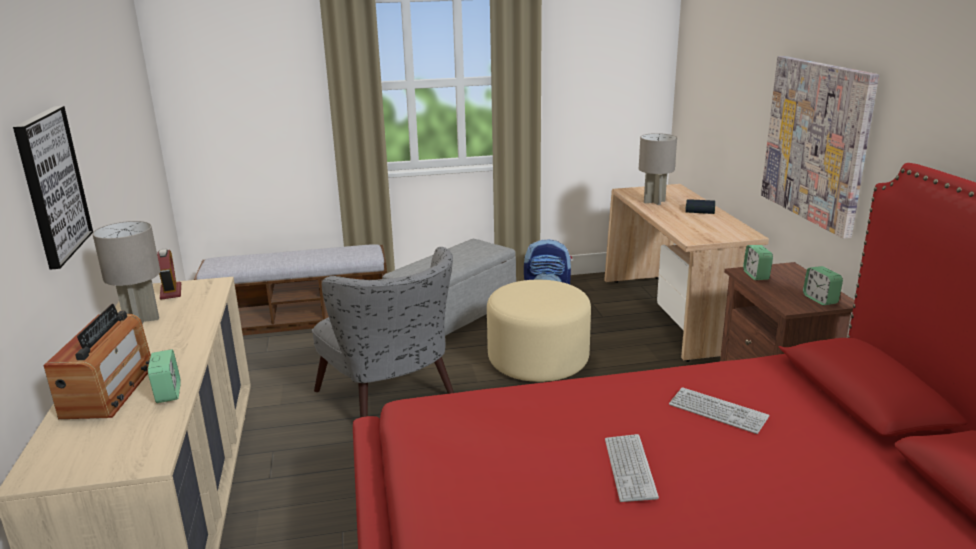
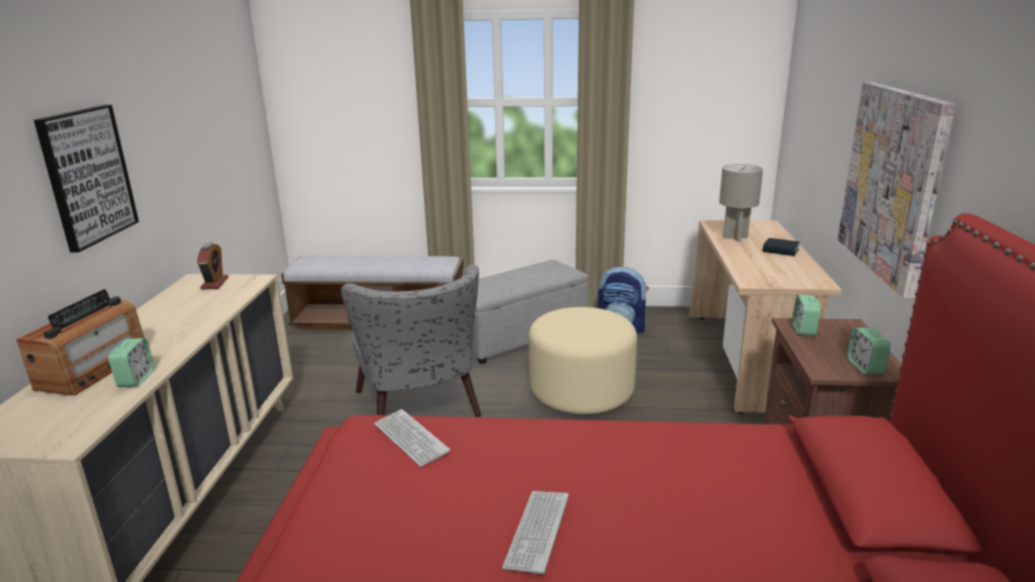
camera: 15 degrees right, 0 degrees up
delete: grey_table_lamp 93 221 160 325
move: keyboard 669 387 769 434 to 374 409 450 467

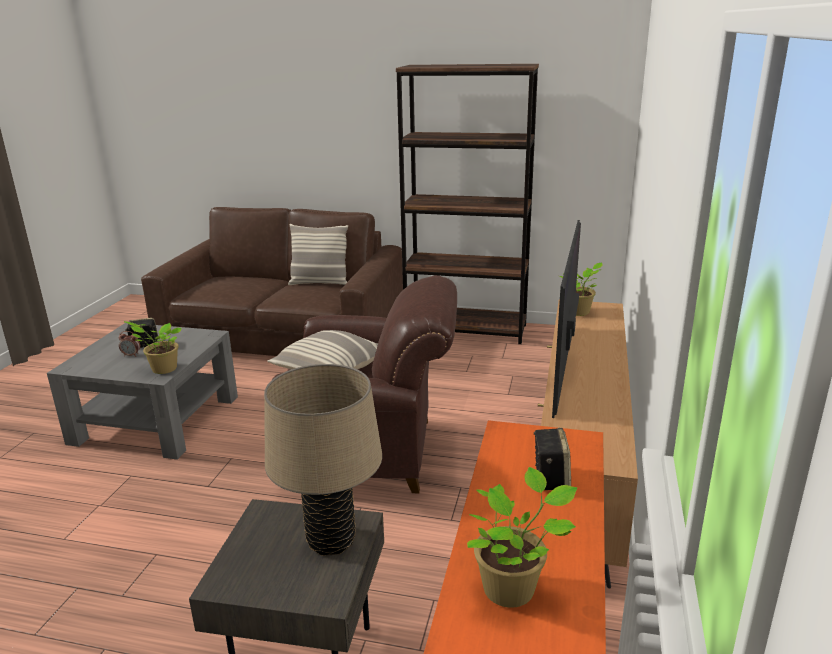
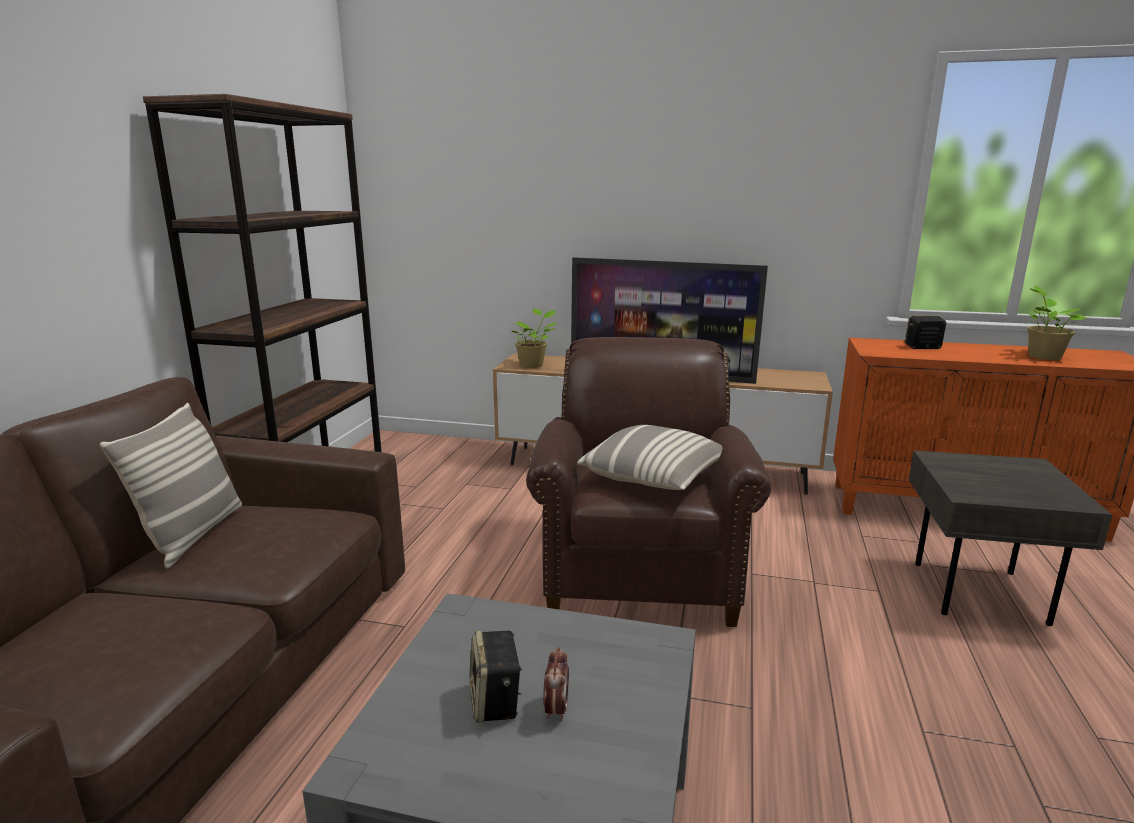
camera: 90 degrees left, 5 degrees down
delete: potted_plant 124 321 181 374; beige_table_lamp 264 364 382 556

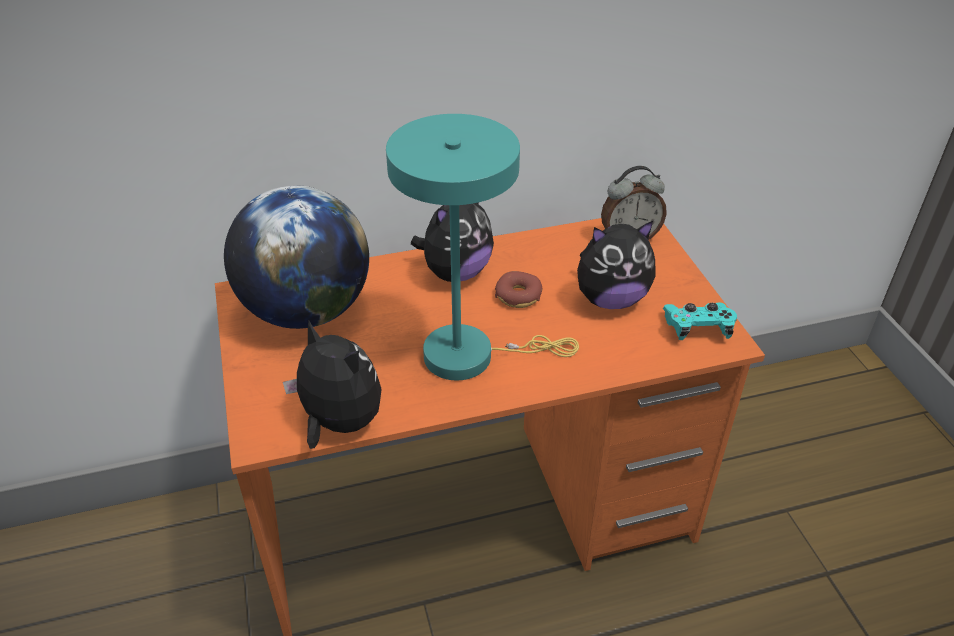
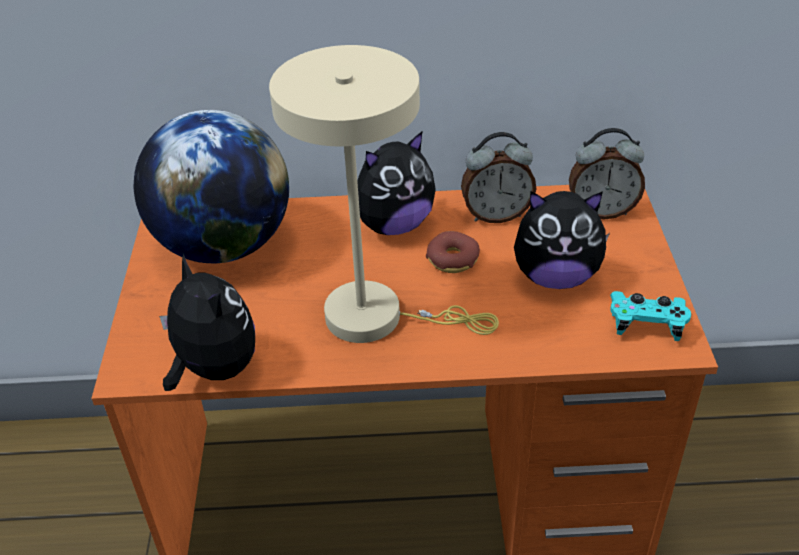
camera: 15 degrees right, 0 degrees up
insert: alarm_clock 461 132 536 223
recolor: turquoise_table_lamp 386 114 579 380 to beige_table_lamp 269 45 499 343

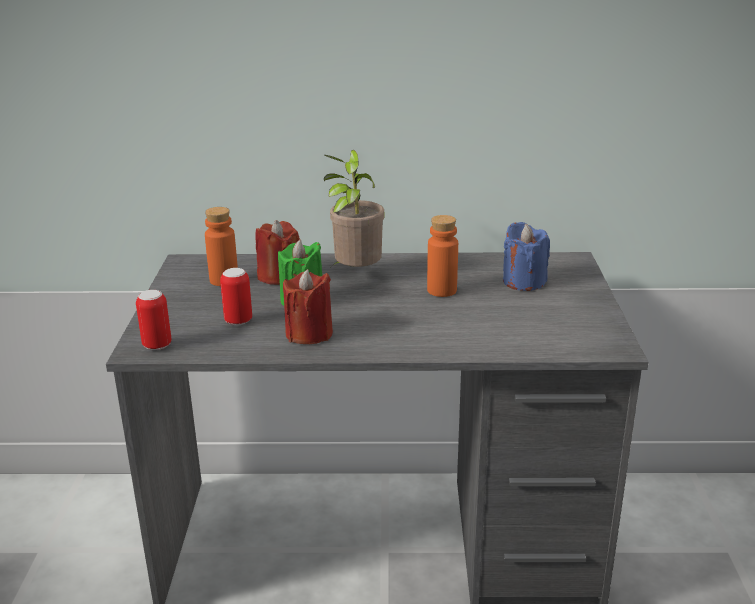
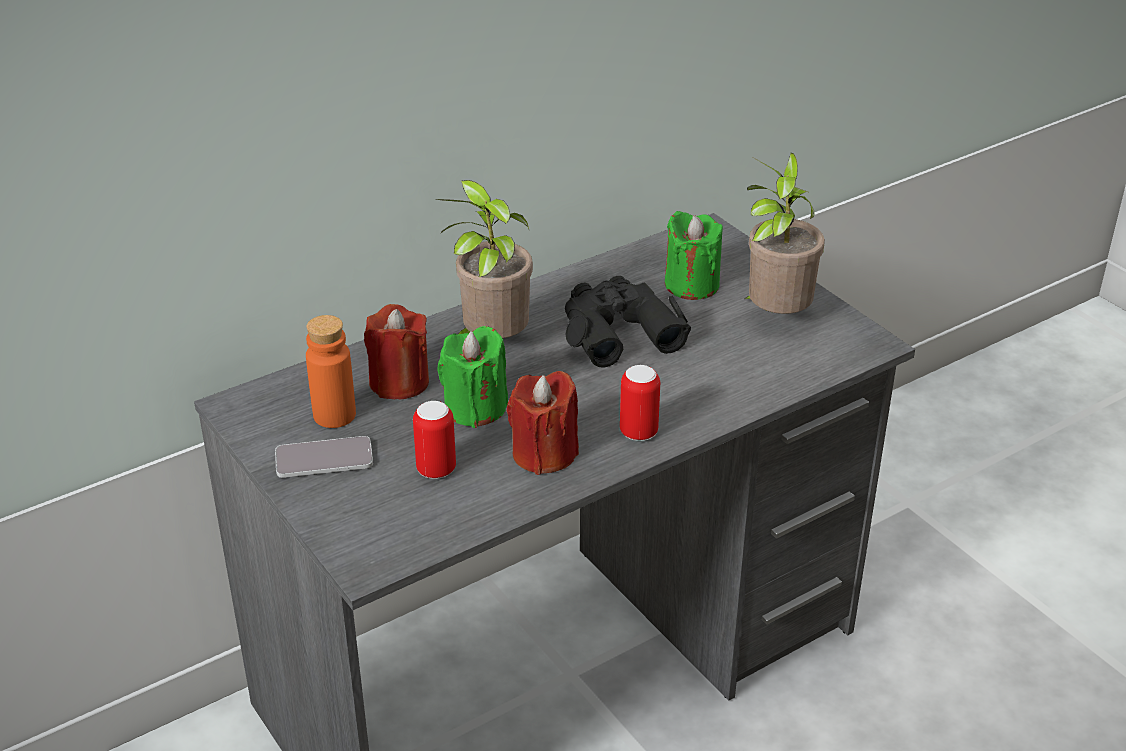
camera: 35 degrees left, 10 degrees up
insert: phone 275 436 373 478; potted_plant 743 153 825 314
move: can 136 290 172 350 to 620 365 660 441
replace: orange_bottle 427 215 458 297 to black_binoculars 565 276 691 367
recolor: blue_candle 503 222 550 291 to green_candle 665 211 723 300

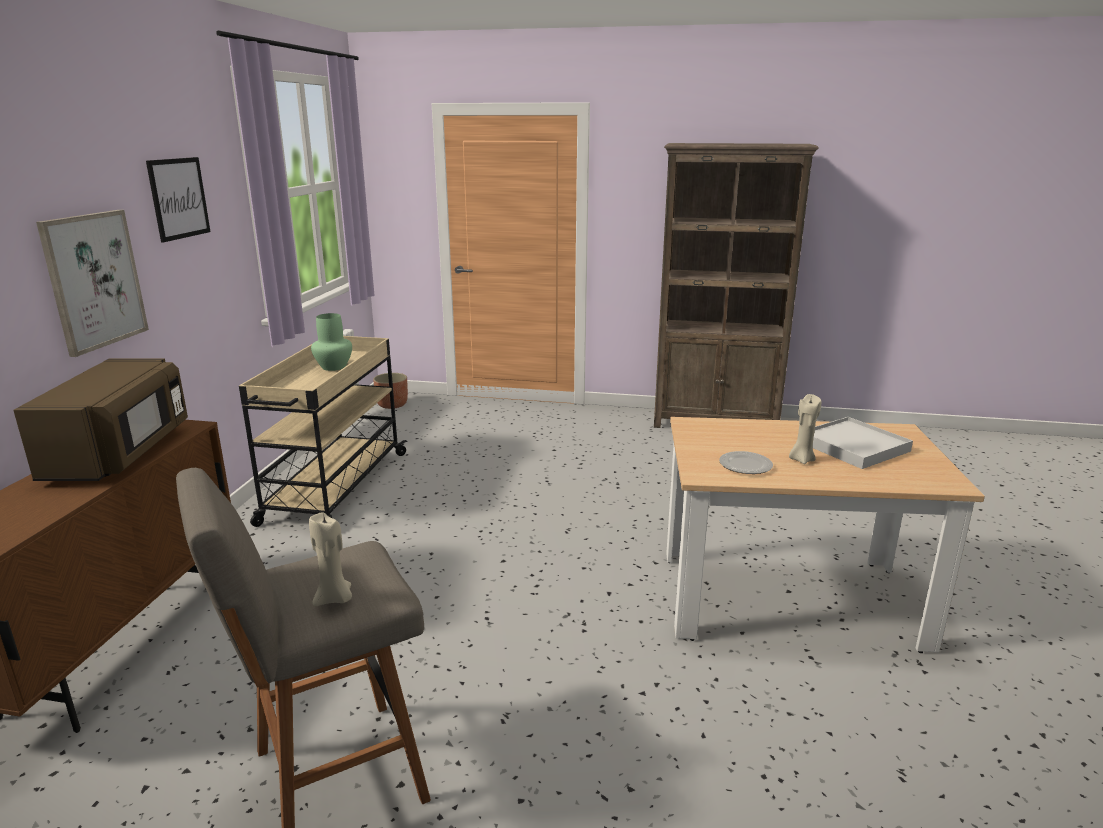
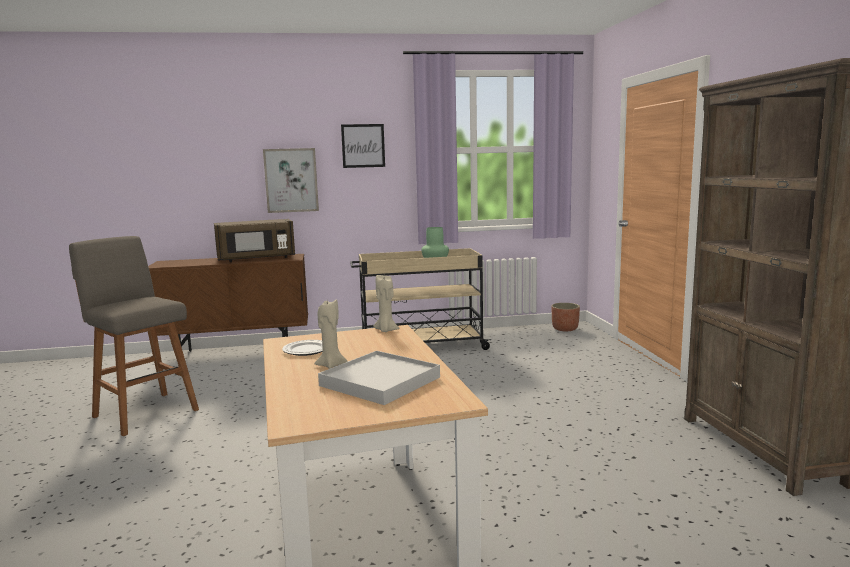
camera: 70 degrees right, 10 degrees down
move: beige_candle 309 512 352 606 to 373 275 399 332

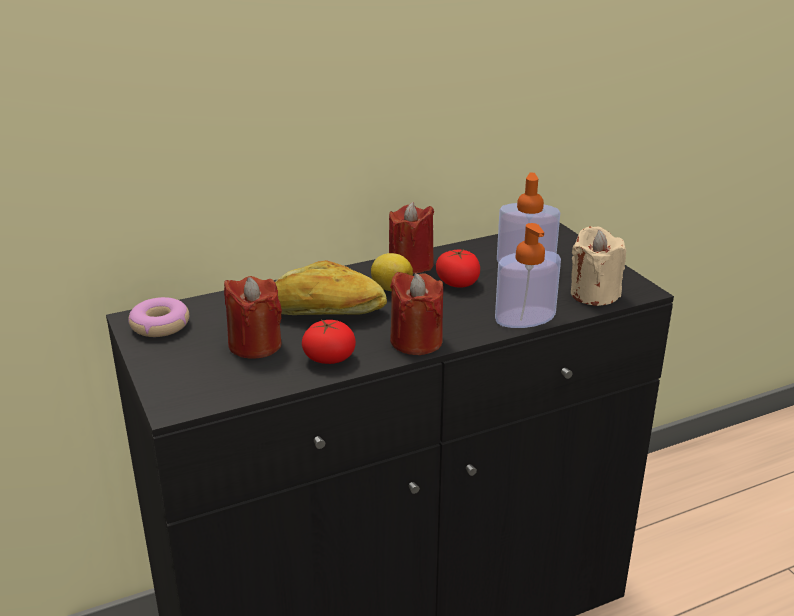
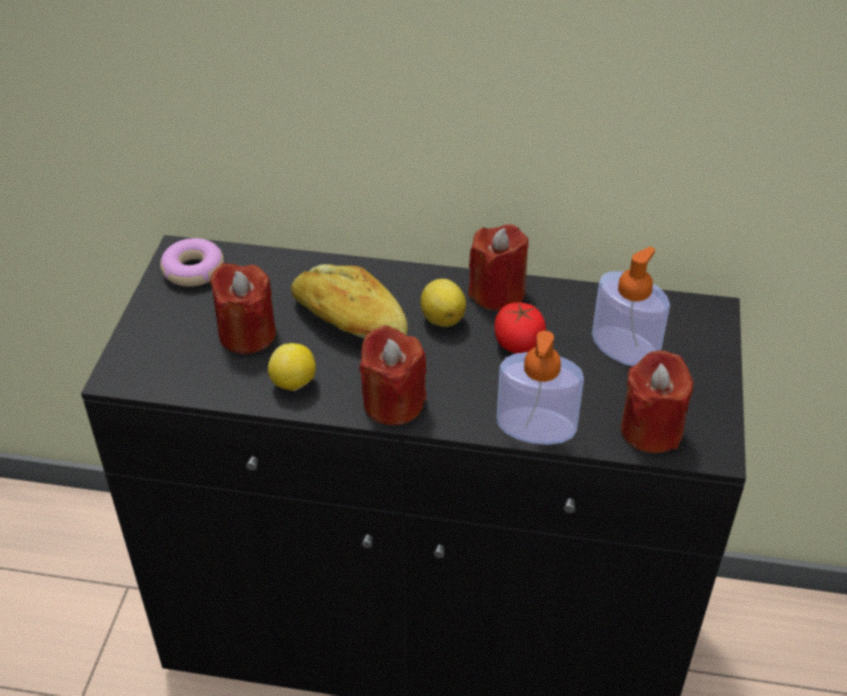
camera: 35 degrees right, 15 degrees up
replace: tomato 302 319 356 364 to lemon 268 343 316 391
recolor: beige_candle 571 226 626 306 to red_candle 621 350 694 453

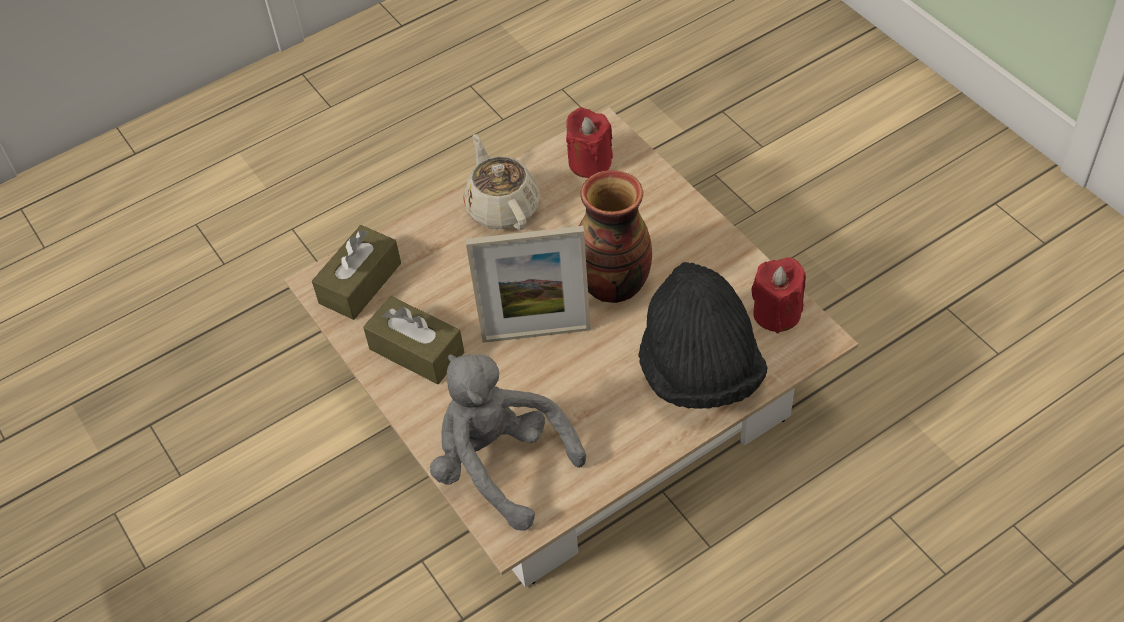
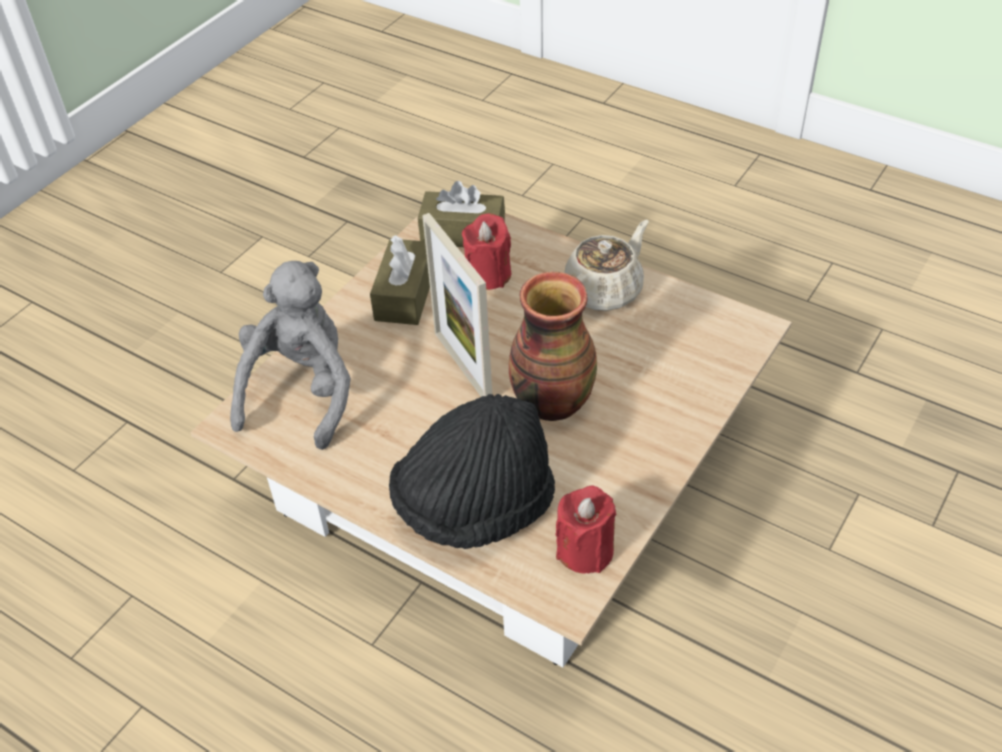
camera: 65 degrees right, 5 degrees down
move: red_candle 566 107 613 178 to 462 214 511 290

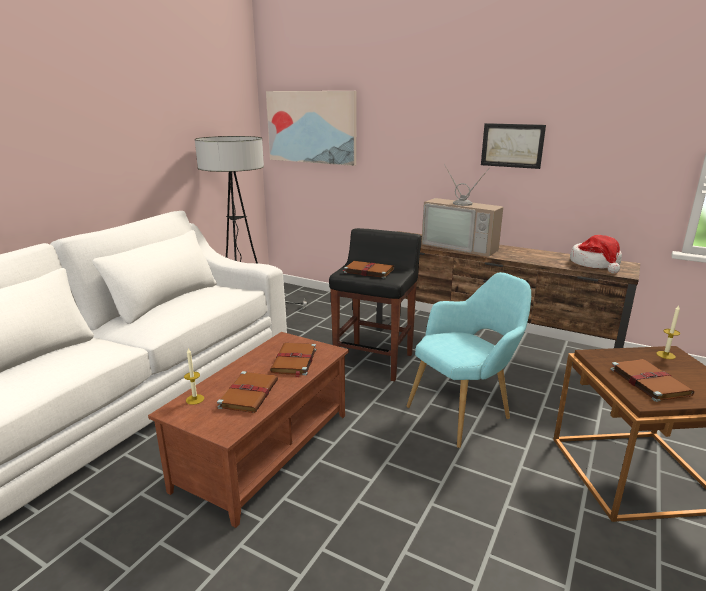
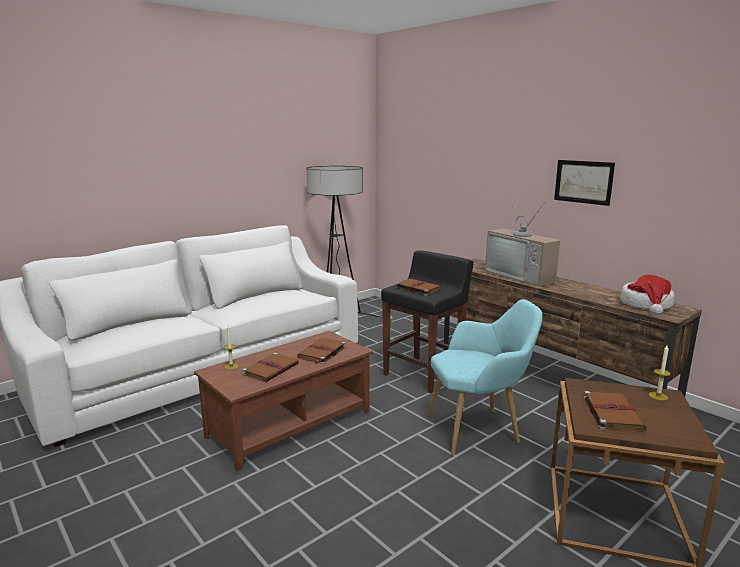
camera: 20 degrees right, 5 degrees down
delete: picture 266 91 356 166

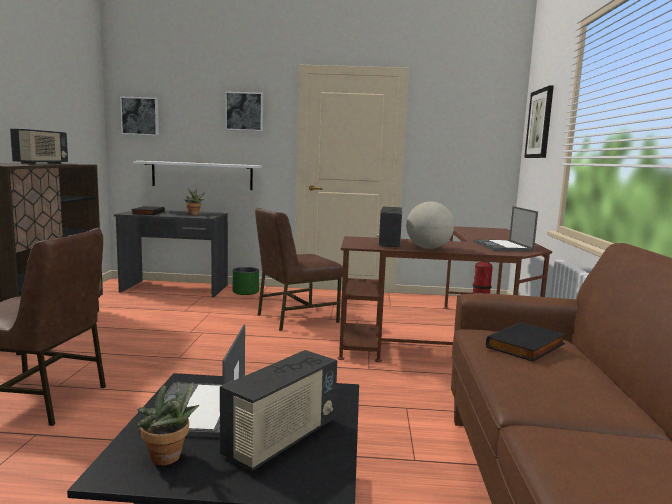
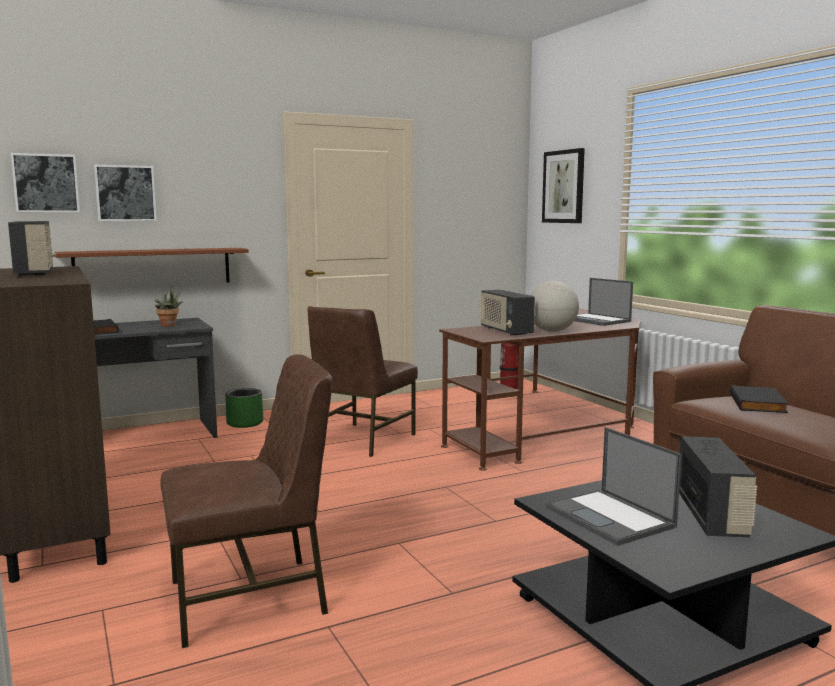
camera: 30 degrees left, 0 degrees up
delete: potted_plant 137 381 199 466
move: picture 225 91 263 131 to 94 165 157 221
recolor: white_shelf 133 161 262 190 to brown_shelf 55 248 249 283

